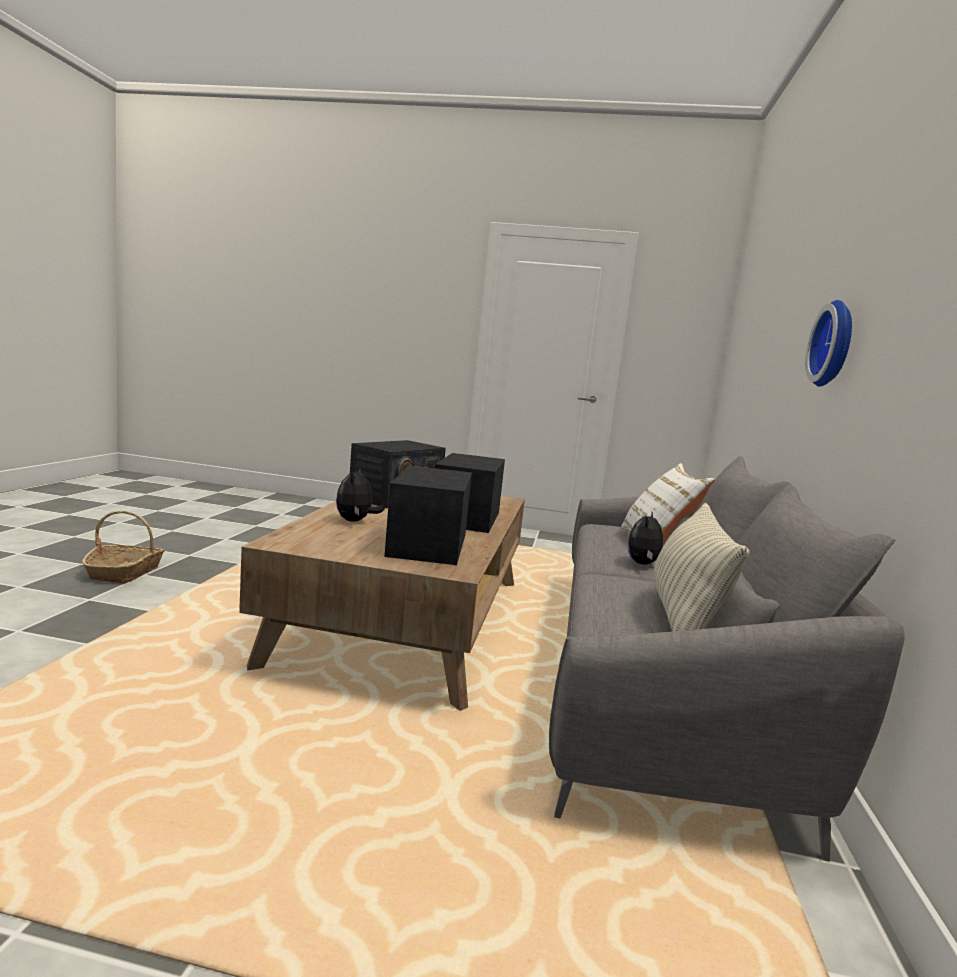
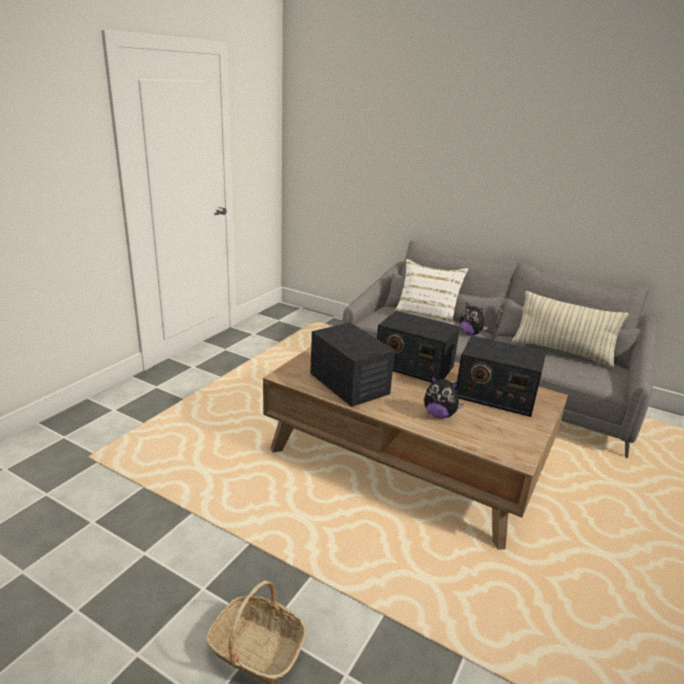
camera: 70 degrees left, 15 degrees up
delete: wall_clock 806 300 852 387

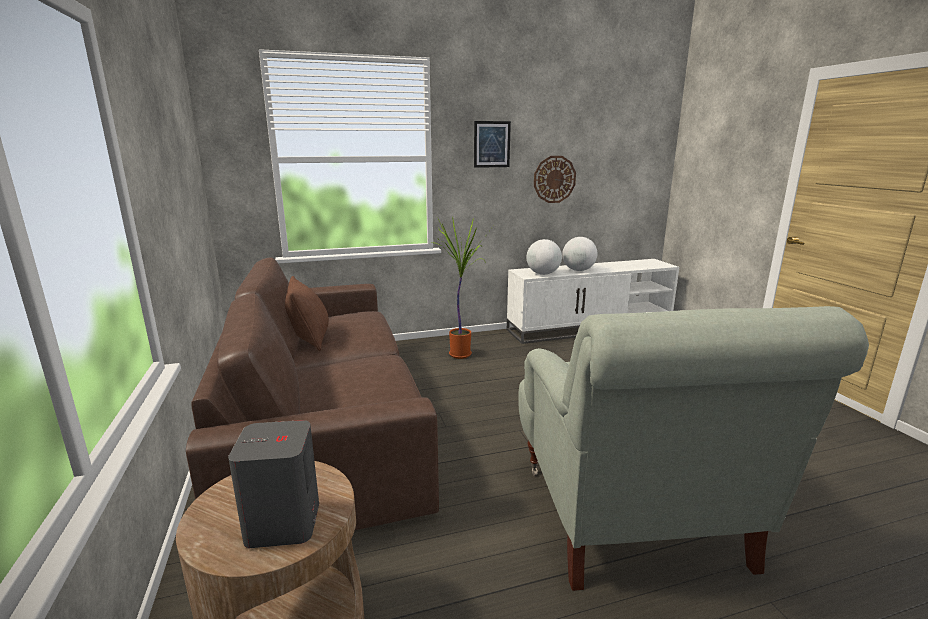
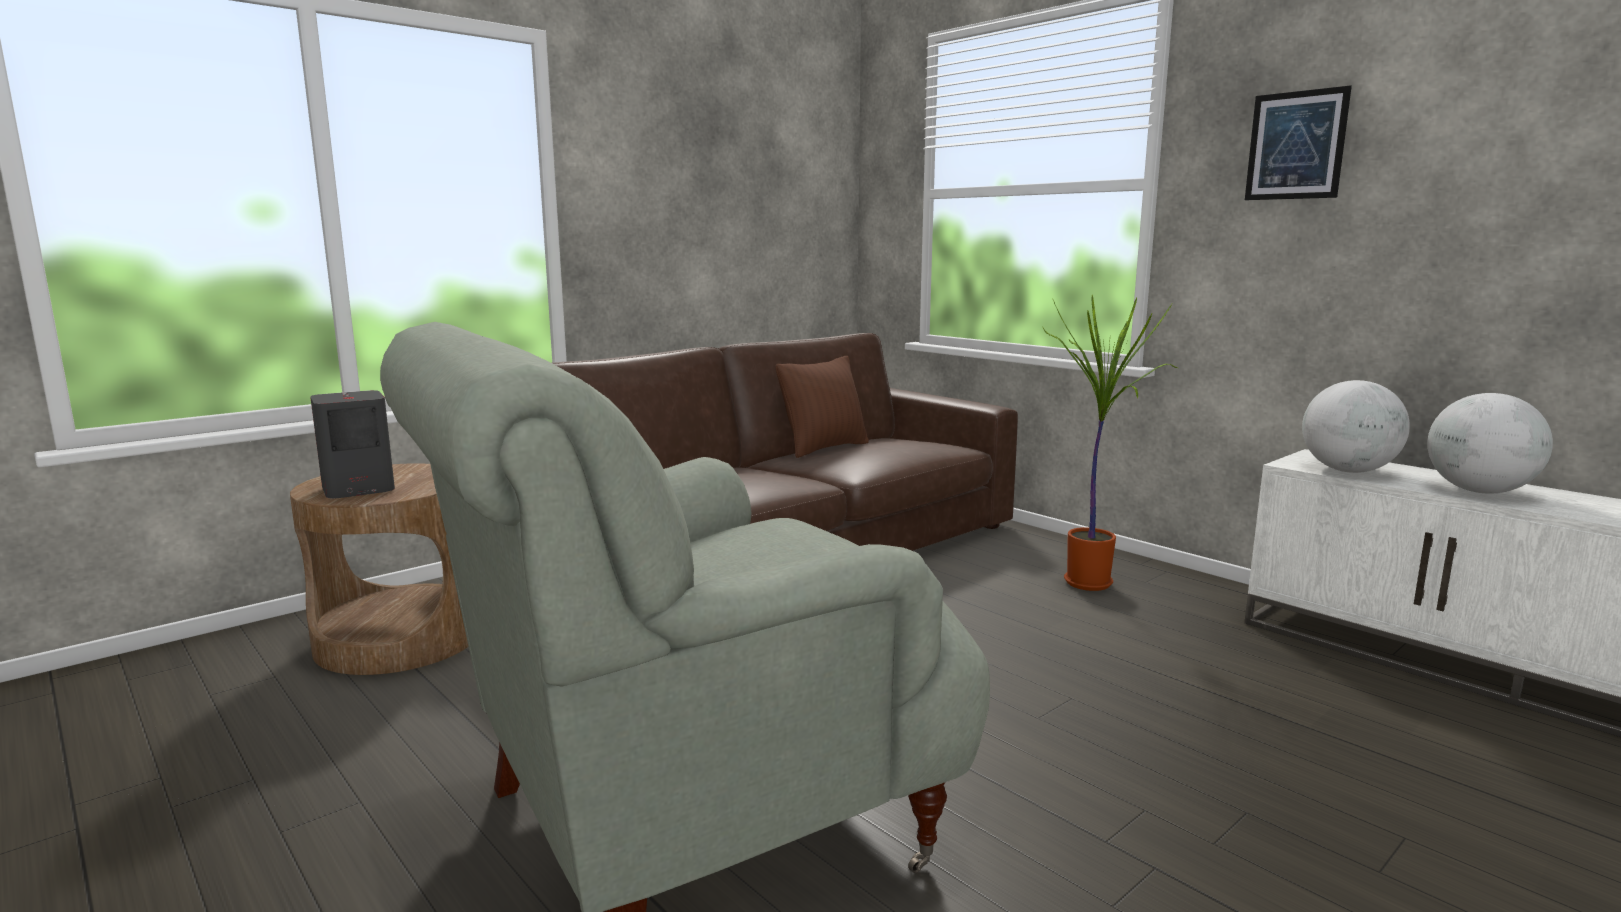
camera: 65 degrees right, 5 degrees down
delete: wall_clock 534 156 576 203

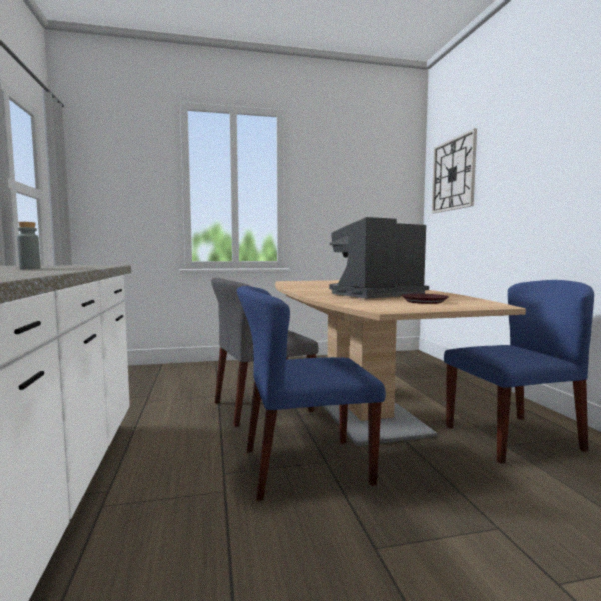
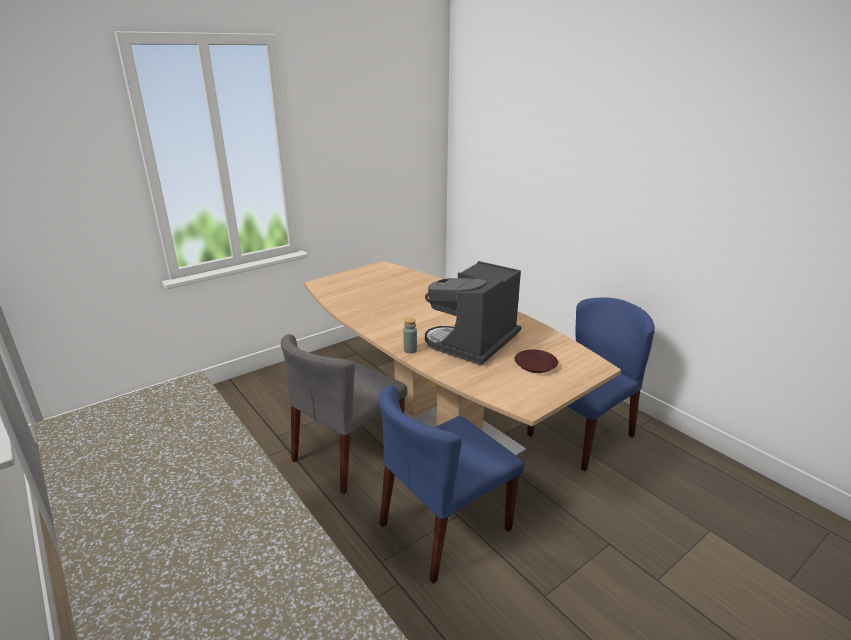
camera: 25 degrees left, 20 degrees up
delete: wall_clock 432 128 477 213
move: grey_bottle 17 222 41 269 to 403 318 417 353

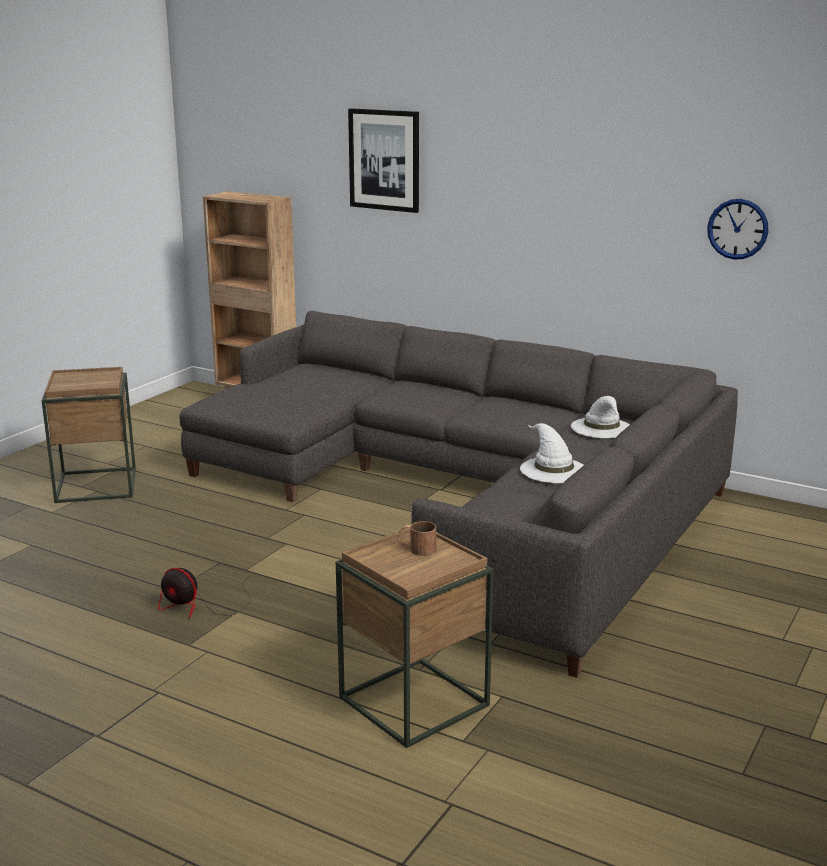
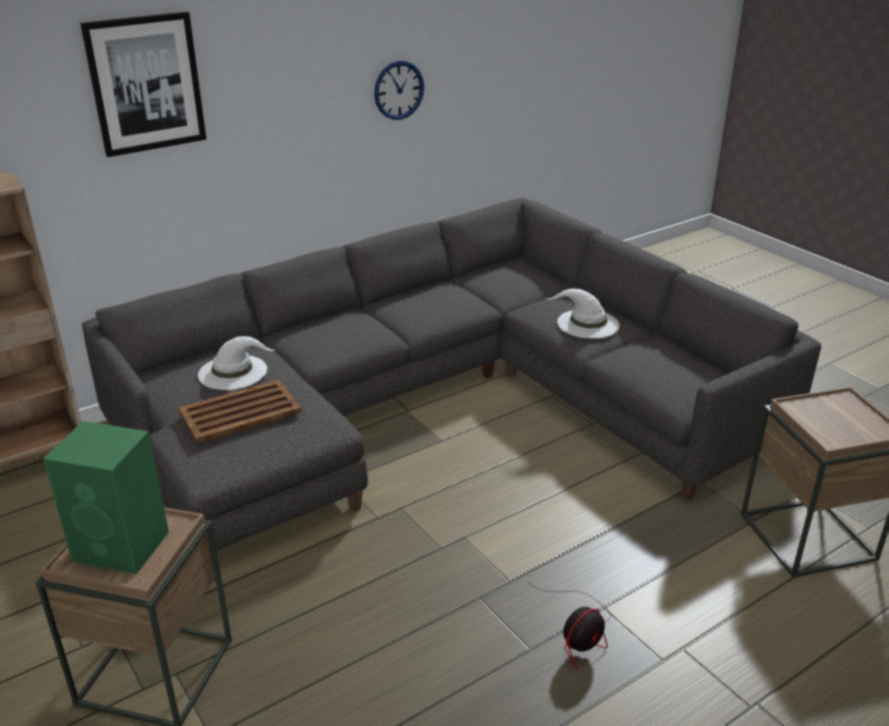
camera: 65 degrees left, 10 degrees up
delete: brown_mug 398 521 436 556
insert: green_speaker 43 421 169 574; brown_tray 178 380 302 443
move: white_hat 571 396 630 438 to 198 336 275 390; wall_clock 707 199 769 260 to 374 61 424 120

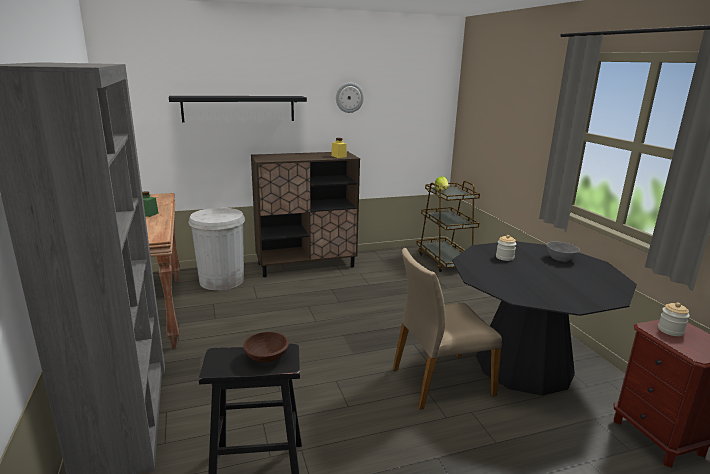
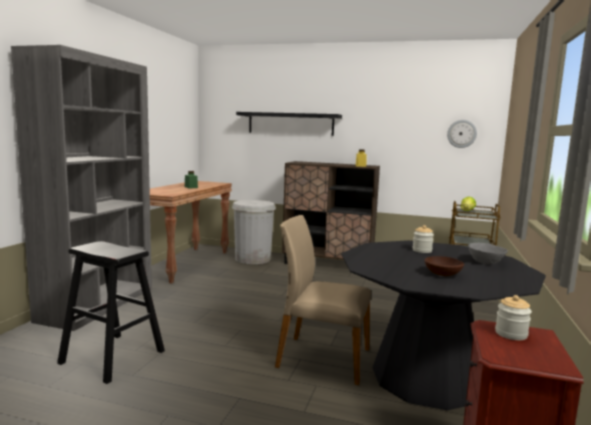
camera: 35 degrees right, 10 degrees down
move: brown_bowl 243 332 289 363 to 424 256 464 276; wall_clock 336 83 364 113 to 447 120 477 148

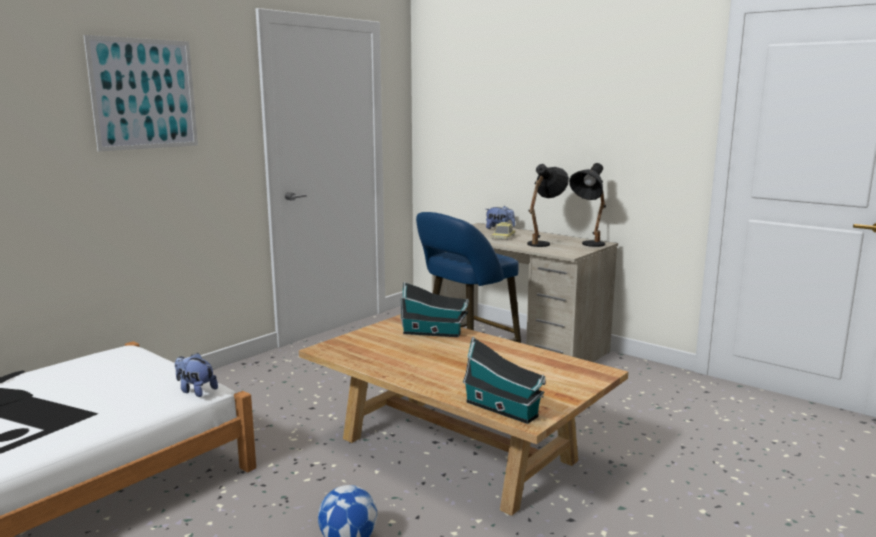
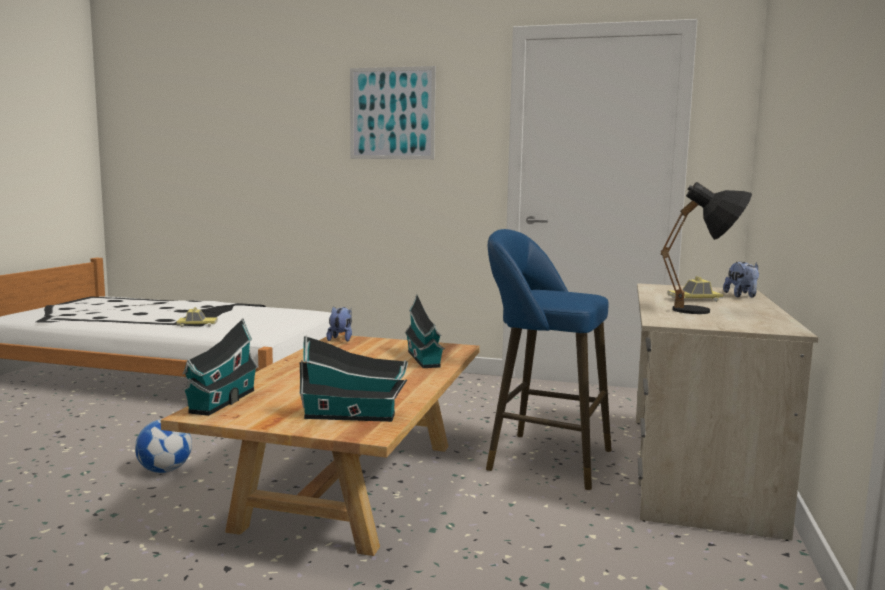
camera: 65 degrees right, 5 degrees down
delete: black_table_lamp 569 163 606 247
insert: toy_car 176 307 218 327; toy_house 300 335 408 422
move: plush_toy 175 353 218 397 to 326 306 352 342

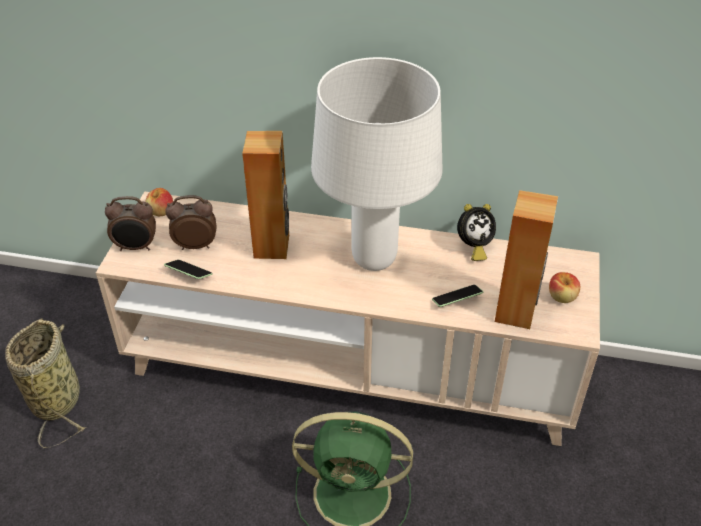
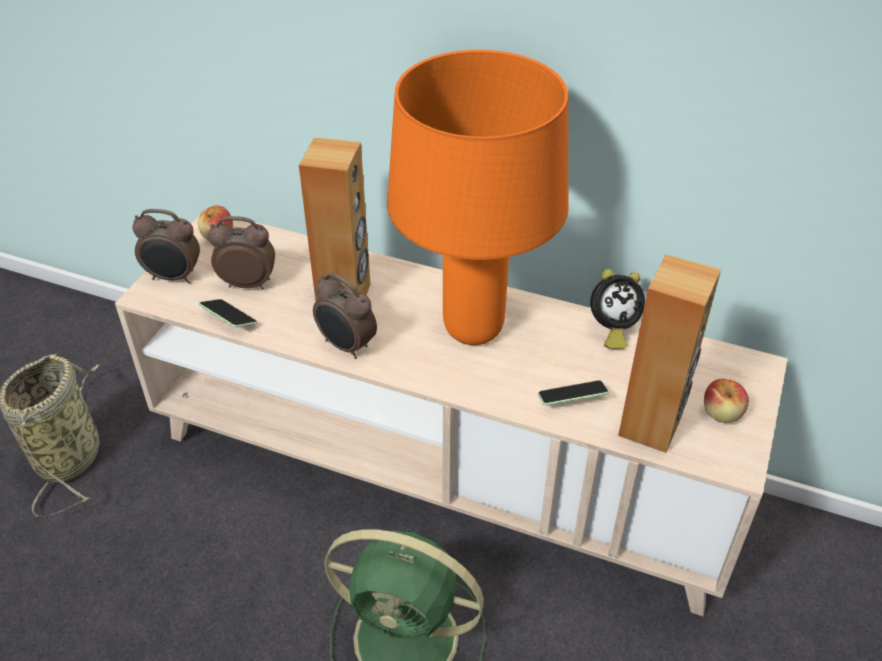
camera: 10 degrees right, 0 degrees up
insert: alarm_clock 313 273 377 359
recolor: white_table_lamp 311 57 443 271 to orange_table_lamp 387 50 568 345

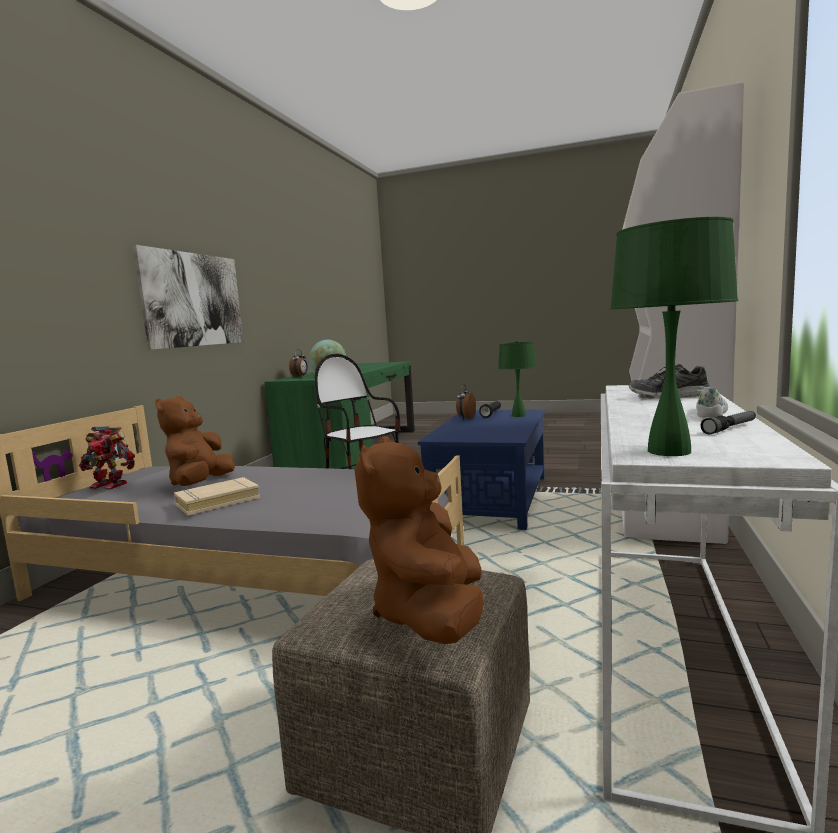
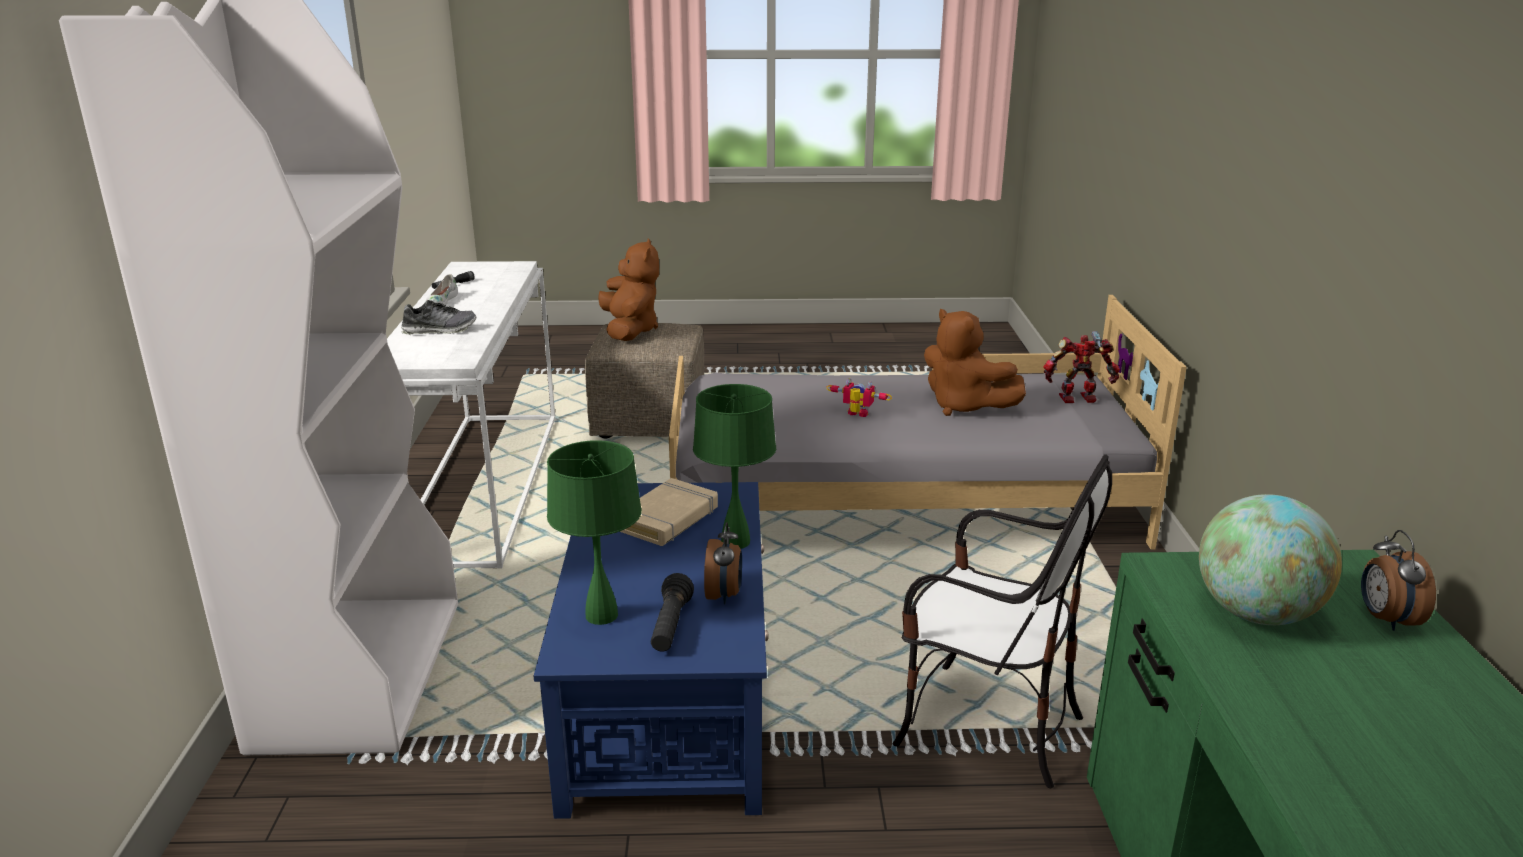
camera: 160 degrees right, 15 degrees up
delete: picture 133 245 244 350
insert: toy_robot 826 378 892 417
move: beige_book 174 477 260 515 to 620 478 718 546; green_table_lamp 610 217 738 456 to 693 384 776 549
rotate: brown_plush_toy 155 396 235 486 = 924 309 1026 416 150 degrees clockwise

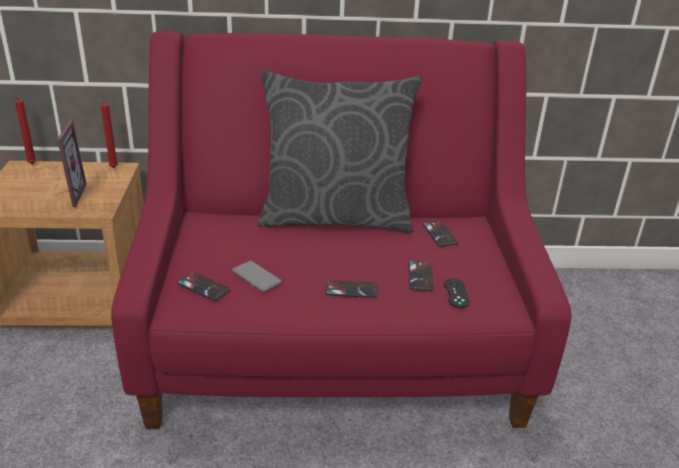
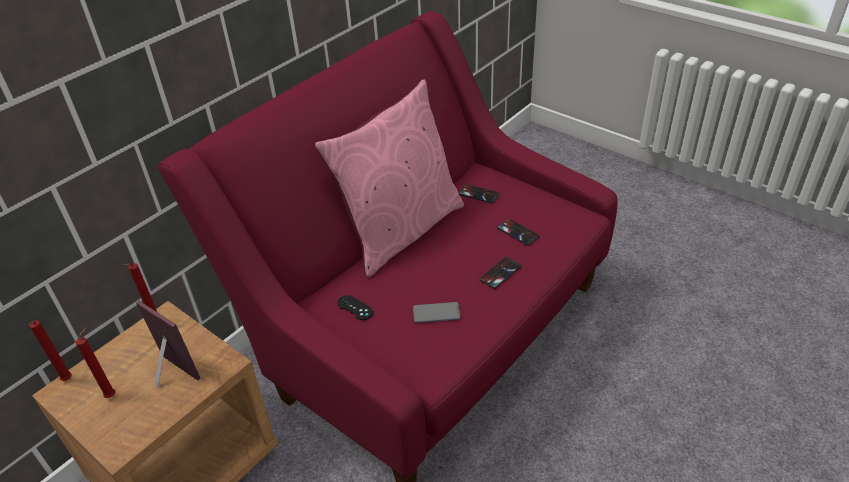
camera: 45 degrees left, 10 degrees up
delete: phone 177 272 230 301
insert: red_candle 75 327 115 398
move: black_game_controller 444 278 470 308 to 337 295 373 320
recolor: grey_pillow 258 70 422 233 to pink_pillow 314 80 464 277

